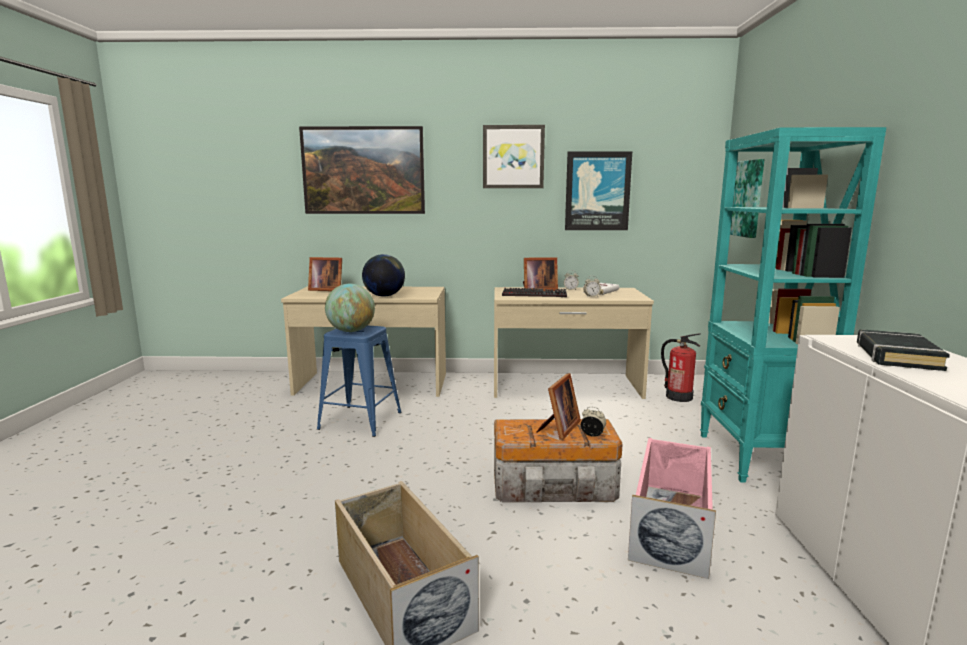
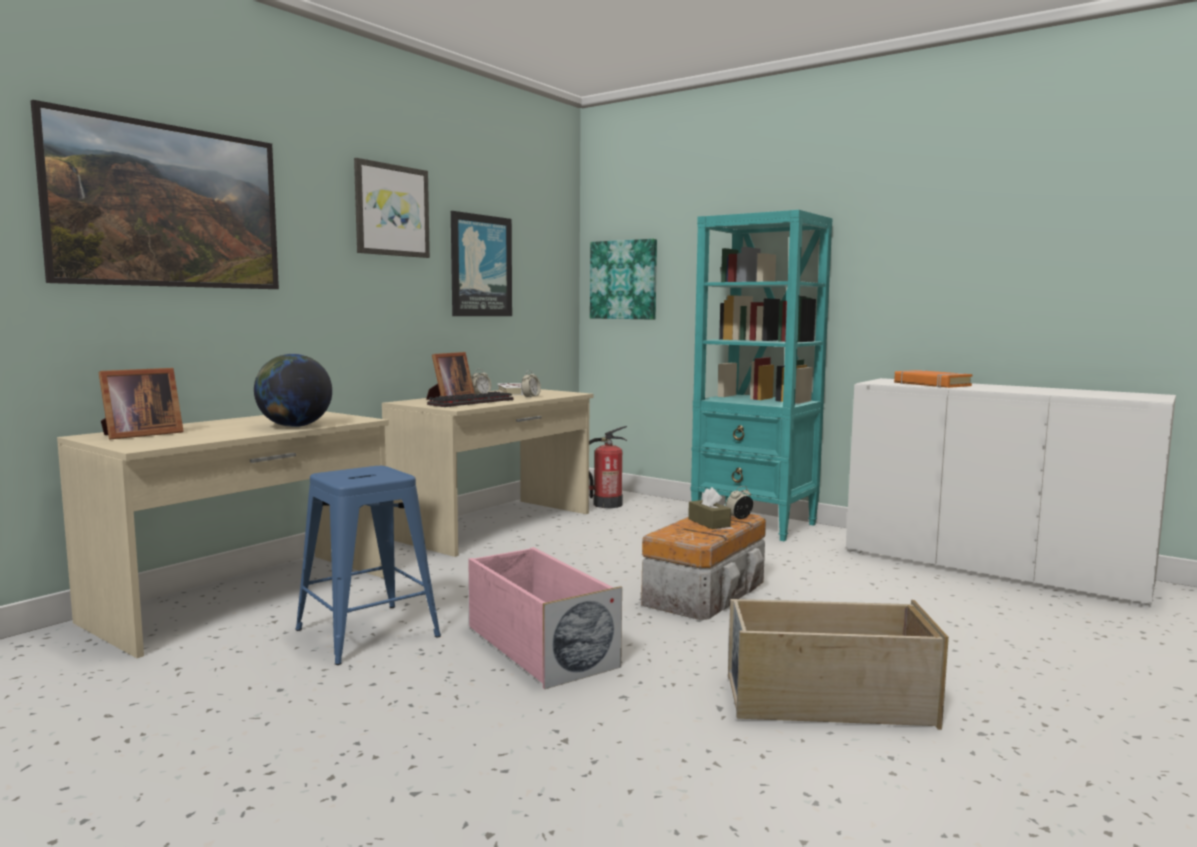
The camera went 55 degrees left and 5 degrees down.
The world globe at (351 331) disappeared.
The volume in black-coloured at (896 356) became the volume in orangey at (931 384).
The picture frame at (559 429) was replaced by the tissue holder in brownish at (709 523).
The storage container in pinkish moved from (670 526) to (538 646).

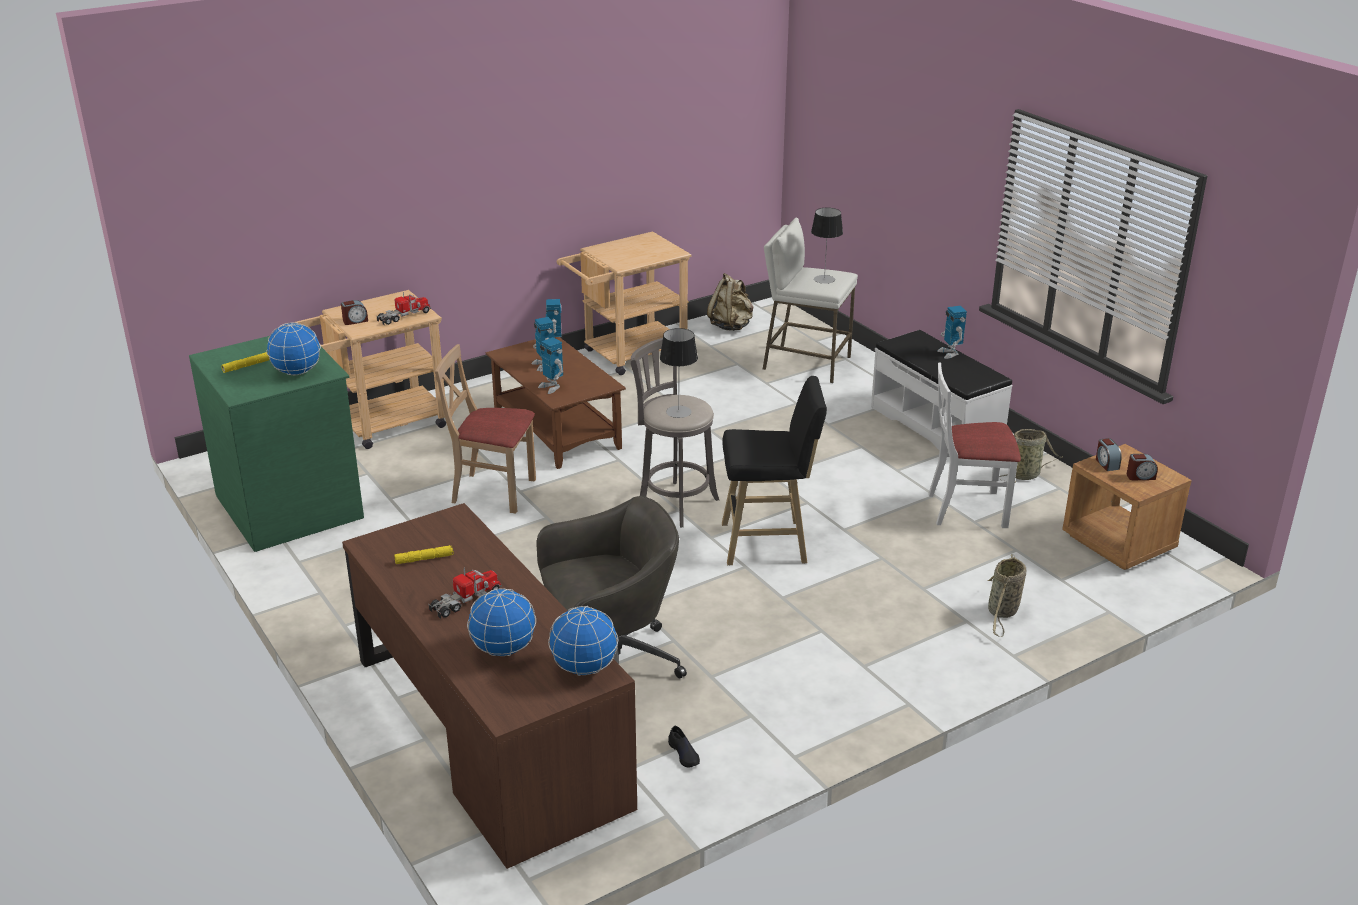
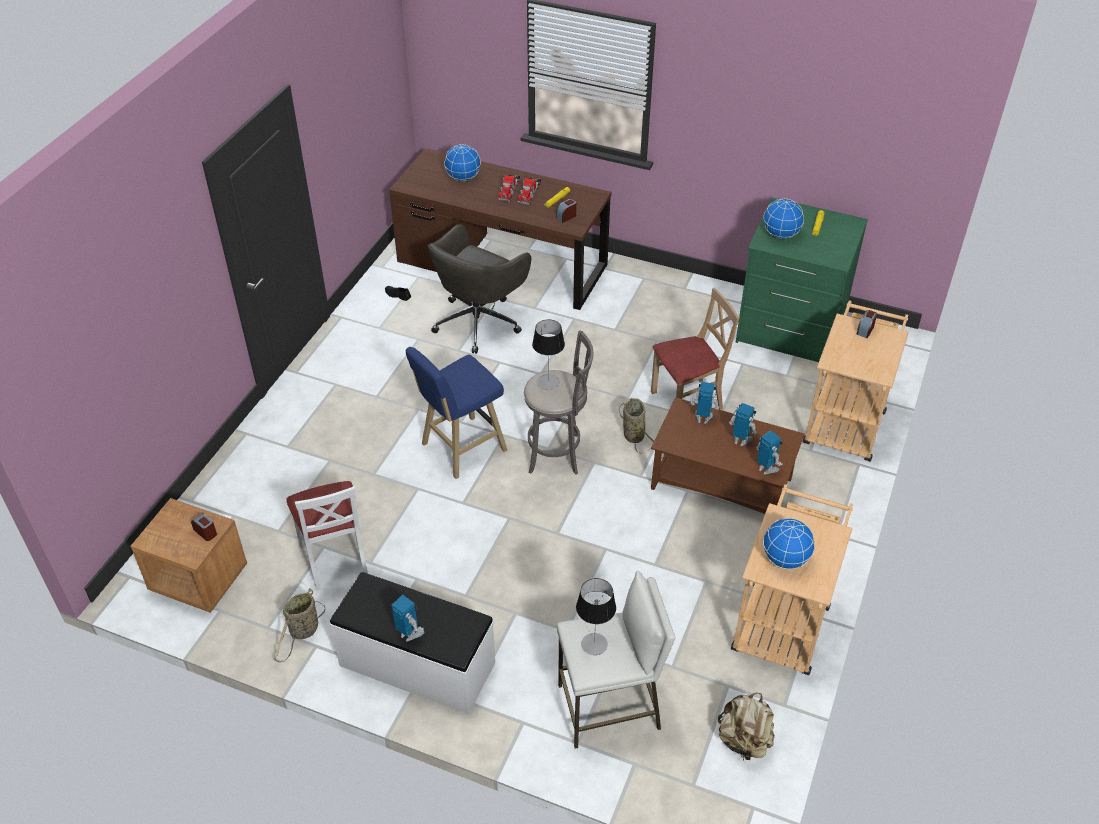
The camera went 145 degrees right and 15 degrees up.
The model truck moved from (404 316) to (529 193).
The plain chair in white at (967 509) turned 105 degrees clockwise.
The sitting stool in black-coloured at (769 543) became the sitting stool in blue at (460 449).
The bedside clock moved from (1140 476) to (566 217).
The basket moved from (1002 612) to (633 434).
The world globe moved from (584 668) to (785 559).

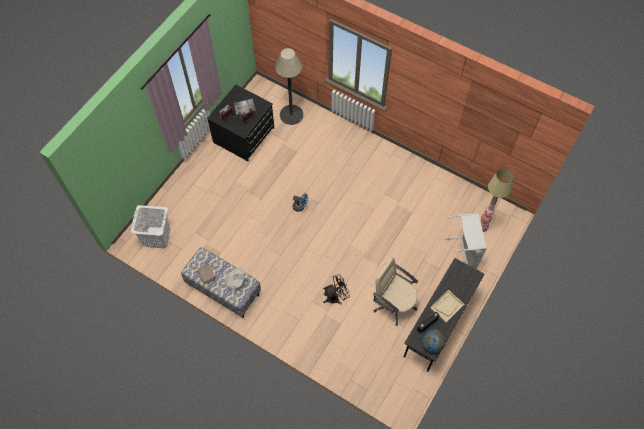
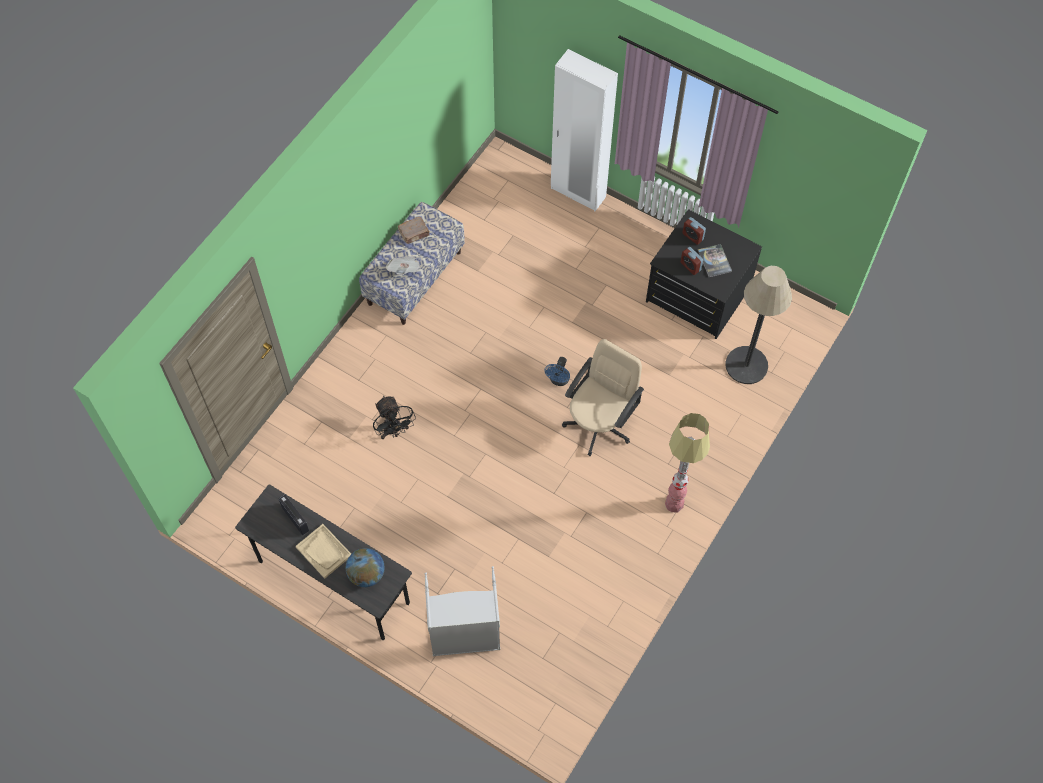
The camera went 90 degrees right and 0 degrees up.
The standing lamp moved from (482 227) to (674 504).
The hamper in white at (157 237) disappeared.
The desk chair in beige moved from (394 303) to (599 424).
The world globe moved from (431 344) to (366 574).
The armoire in white at (578 193) appeared.

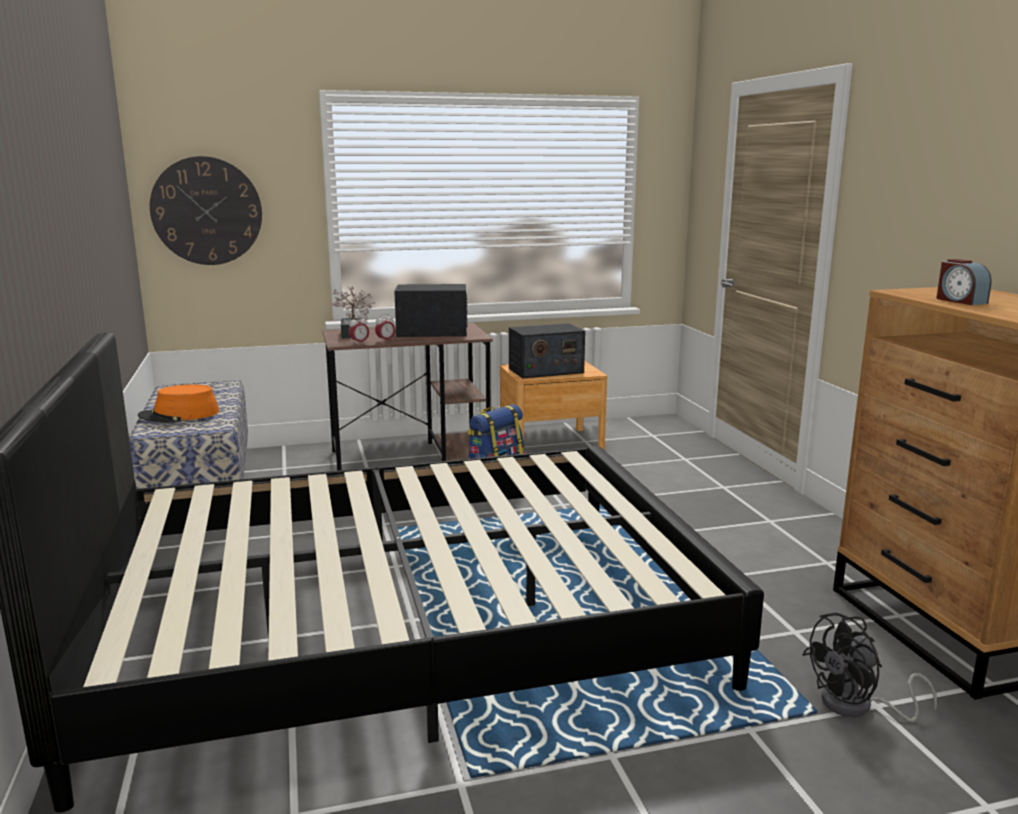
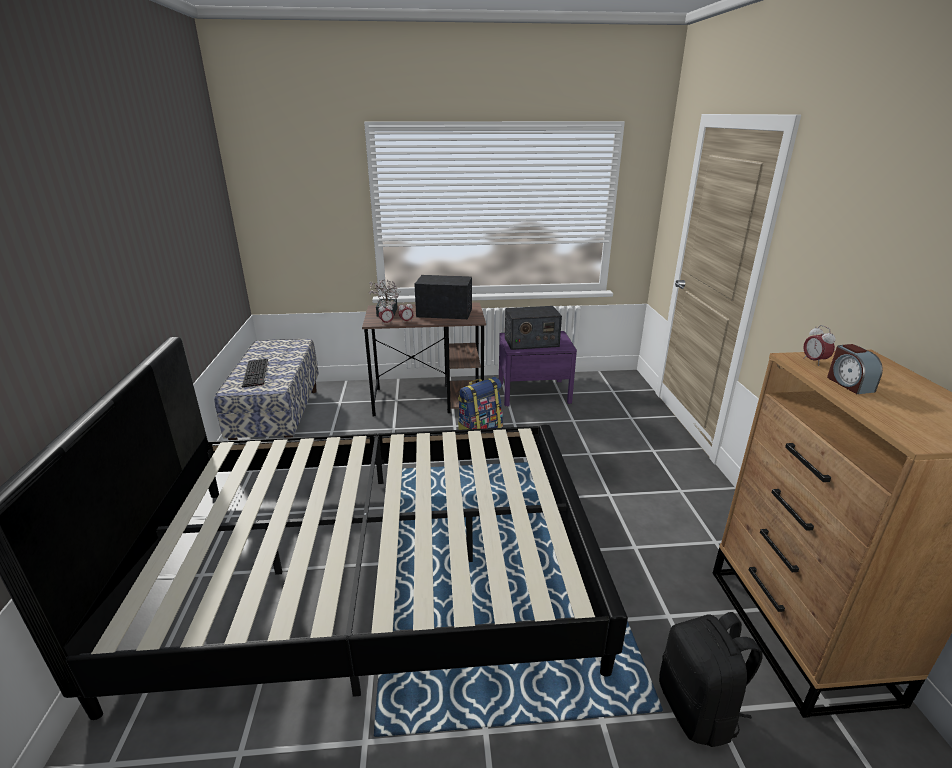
The camera went 10 degrees right and 10 degrees up.
The wall clock at (207 211) disappeared.
The night table in brownish at (551 442) became the night table in purple-coloured at (534 392).
The wearable hat in orangey at (179 415) was replaced by the PC keyboard at (256 373).
The fan in black-coloured at (857 707) was replaced by the knapsack in black-coloured at (698 709).
The bedside clock at (814 361) appeared.

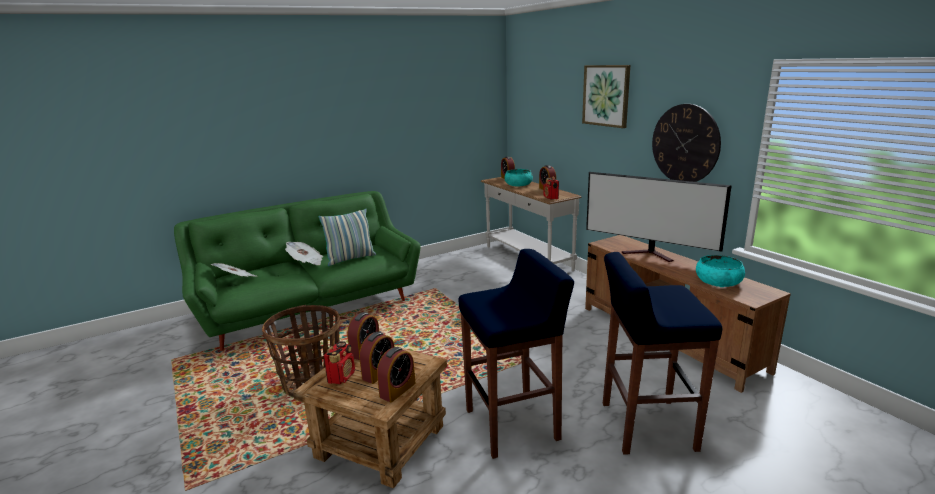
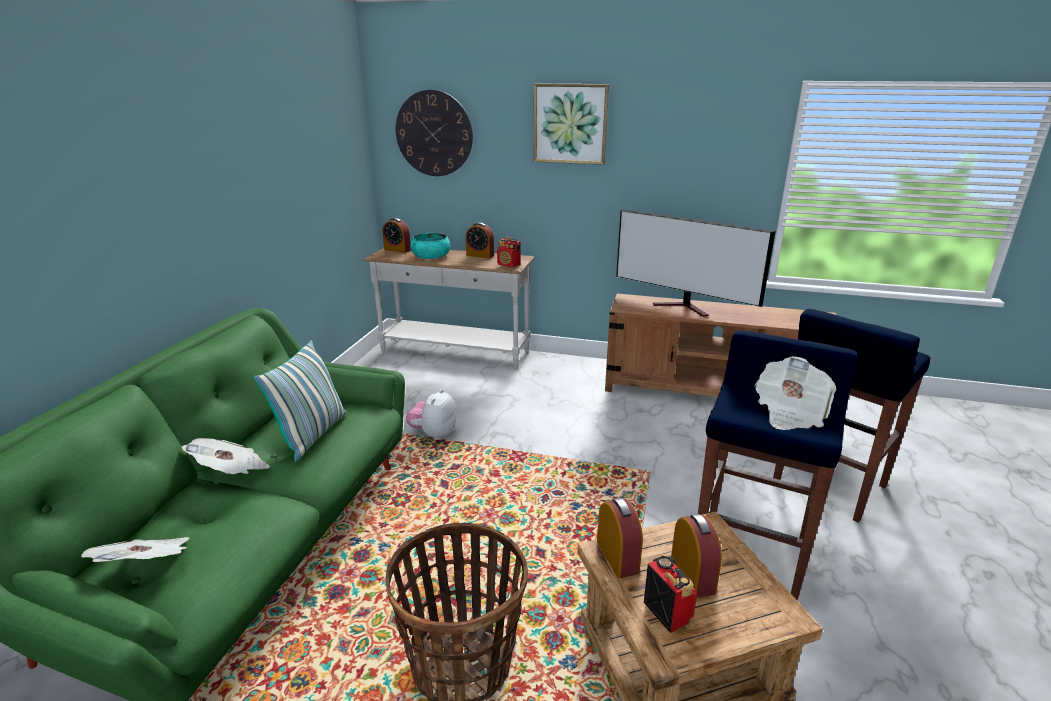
The camera went 45 degrees left and 5 degrees up.
The wall clock moved from (685 144) to (434 133).
The TV at (650 254) turned 45 degrees clockwise.
The deep dish in blue-green at (718 281) disappeared.
The bedside clock at (397 390) disappeared.
The daily paper at (789 412) appeared.
The cuddly toy at (433 434) appeared.

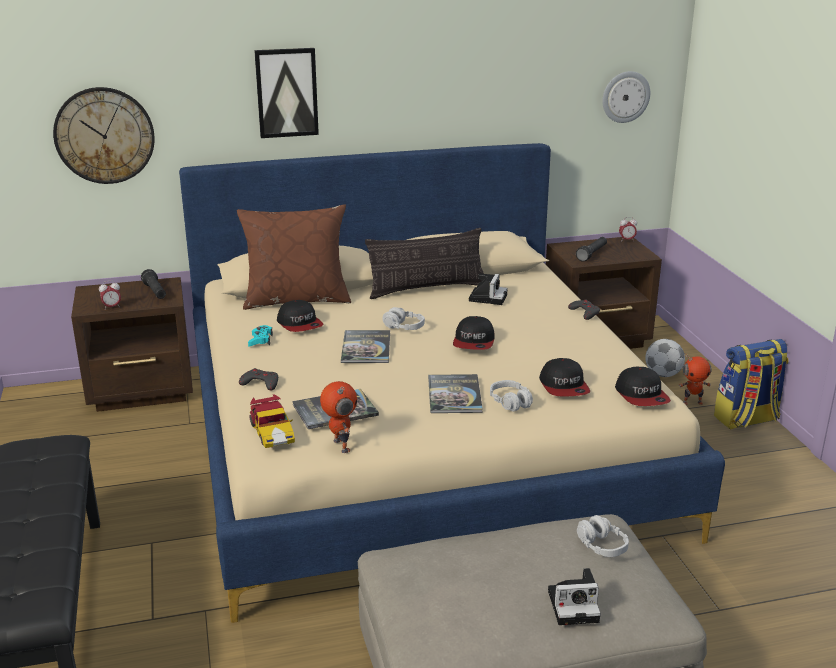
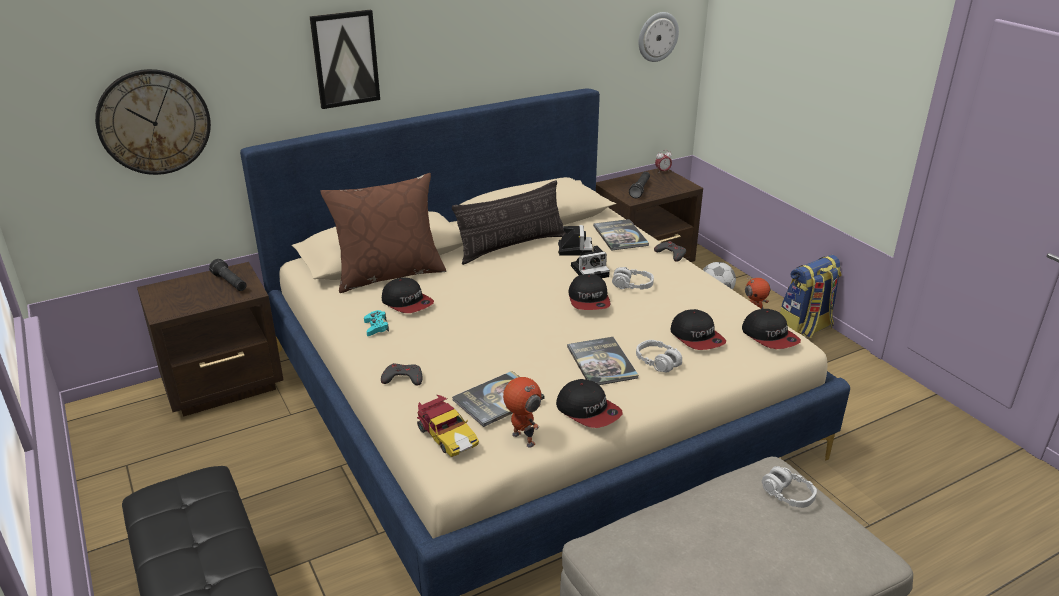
The camera went 15 degrees left and 5 degrees up.
The bedside clock at (112 307) disappeared.
The headphones in grey moved from (404 327) to (632 285).
The volume moved from (366 348) to (620 236).
The photo camera moved from (575 605) to (591 271).
The peaked cap at (588 411) appeared.

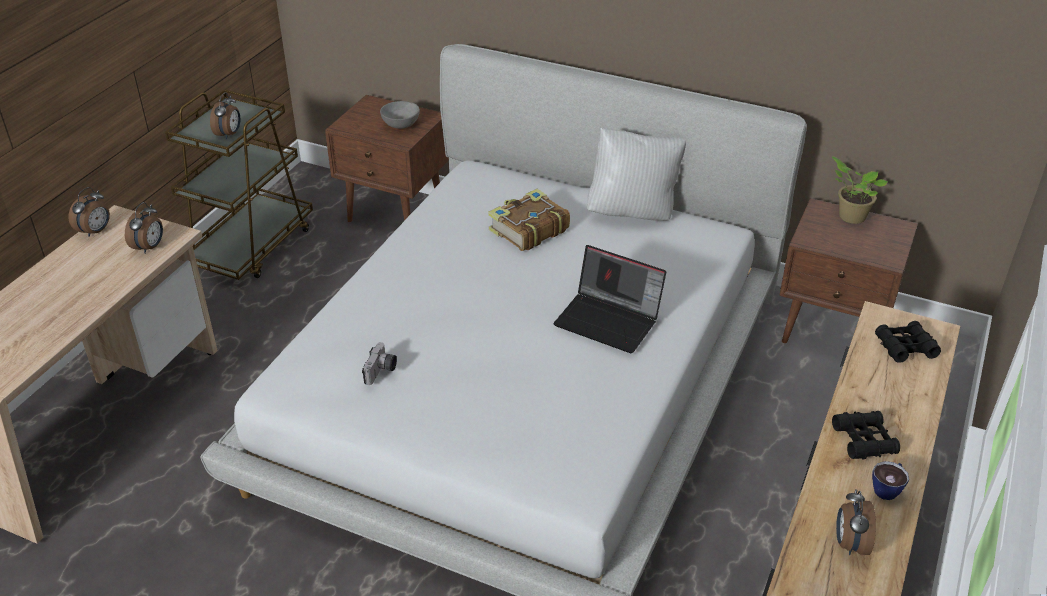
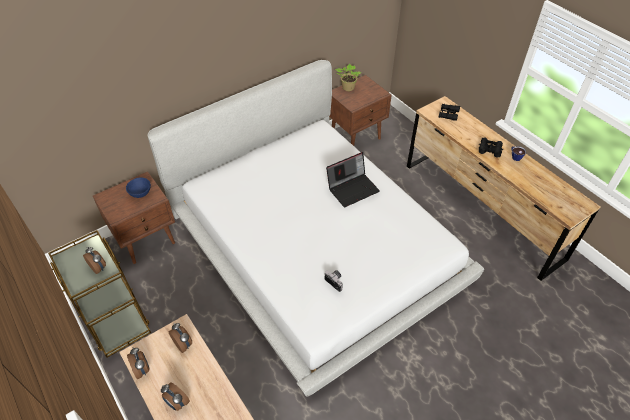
The camera went 60 degrees left and 10 degrees up.
The deep dish in grey at (400 125) became the deep dish in blue at (140 193).
The throw pillow in white at (633 212) disappeared.
The volume at (528 230) disappeared.
The bedside clock moved from (849 543) to (177 403).

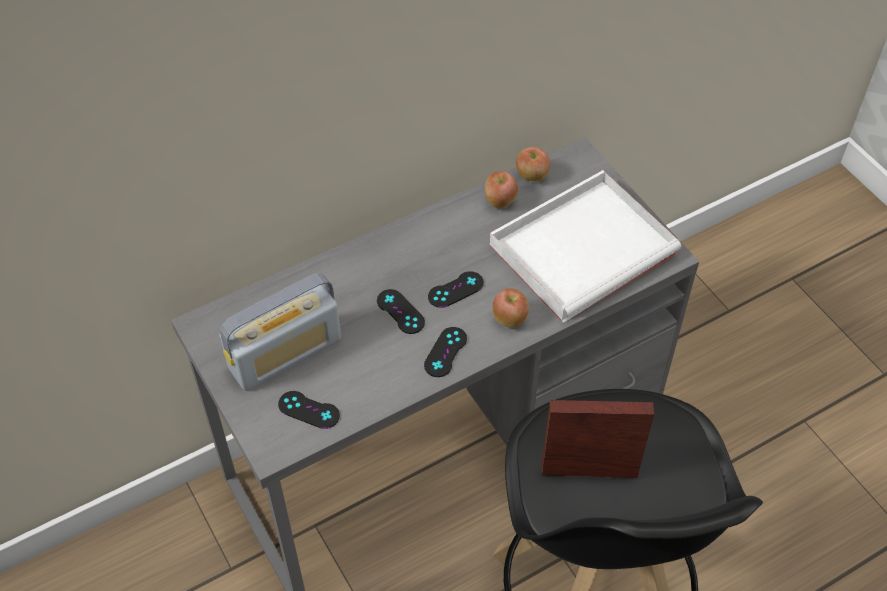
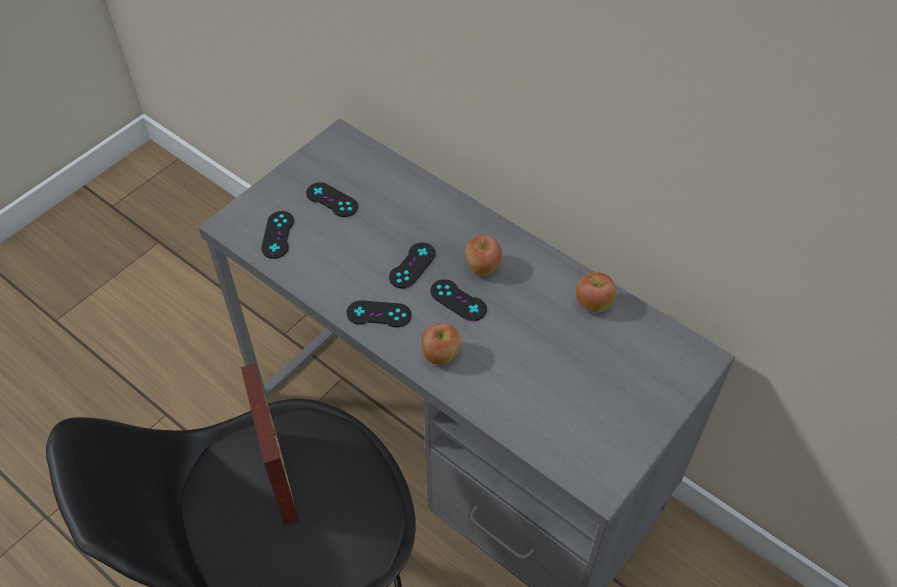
The camera went 70 degrees right and 0 degrees up.
The apple fruit moved from (532 176) to (482 267).
The serving tray in white at (584 247) disappeared.
The radio set at (285 353) was replaced by the game controller in black-coloured at (332 200).

